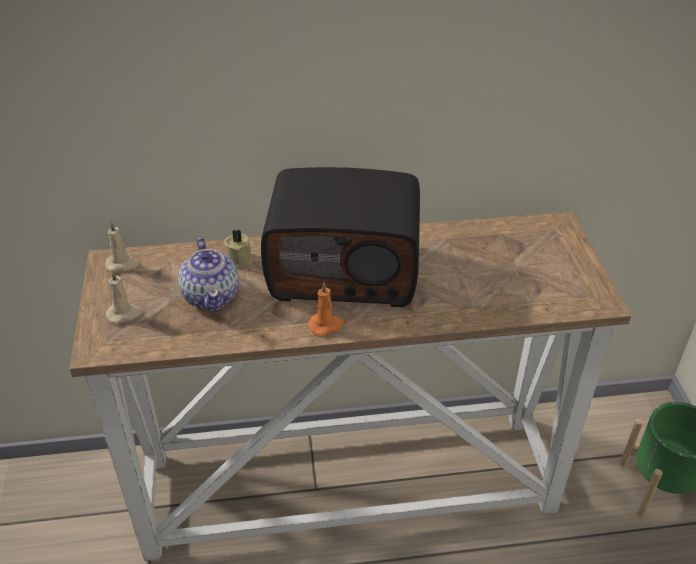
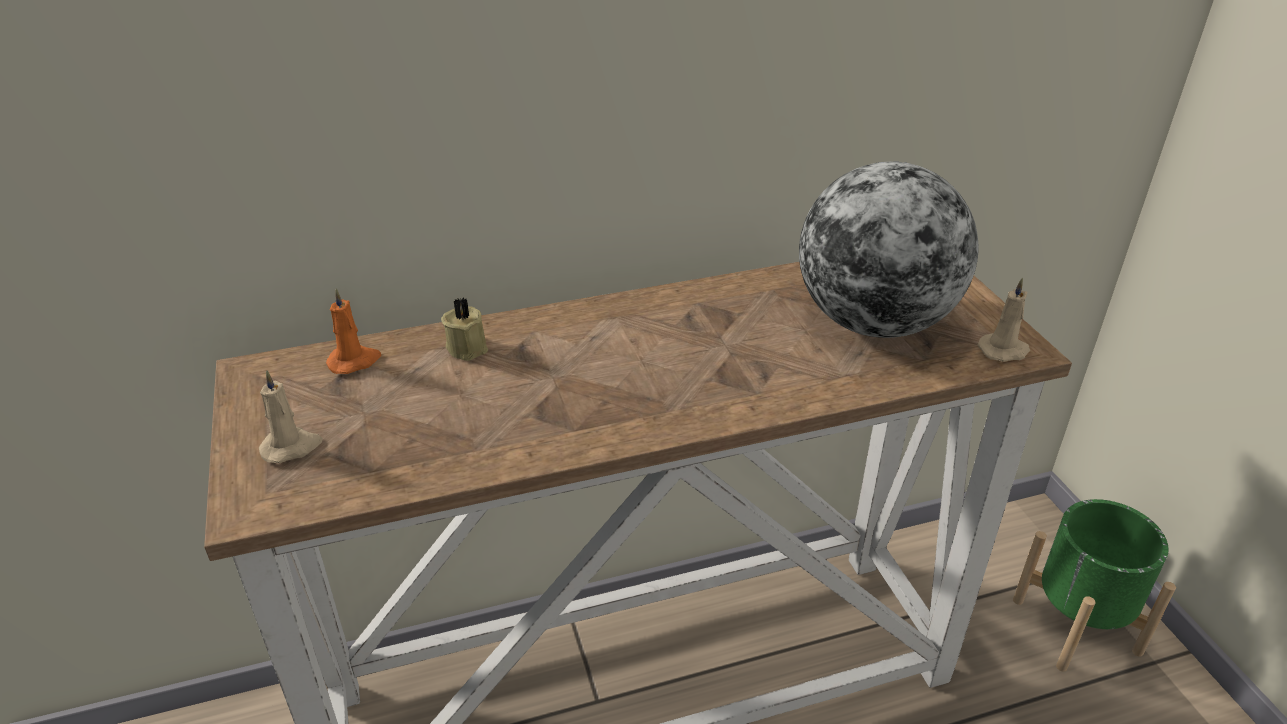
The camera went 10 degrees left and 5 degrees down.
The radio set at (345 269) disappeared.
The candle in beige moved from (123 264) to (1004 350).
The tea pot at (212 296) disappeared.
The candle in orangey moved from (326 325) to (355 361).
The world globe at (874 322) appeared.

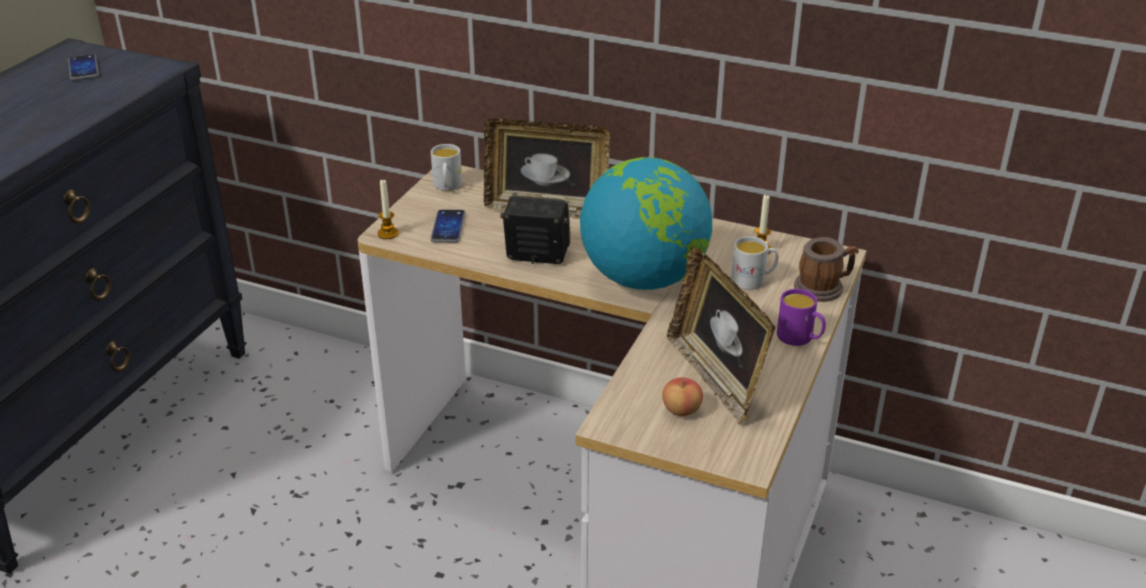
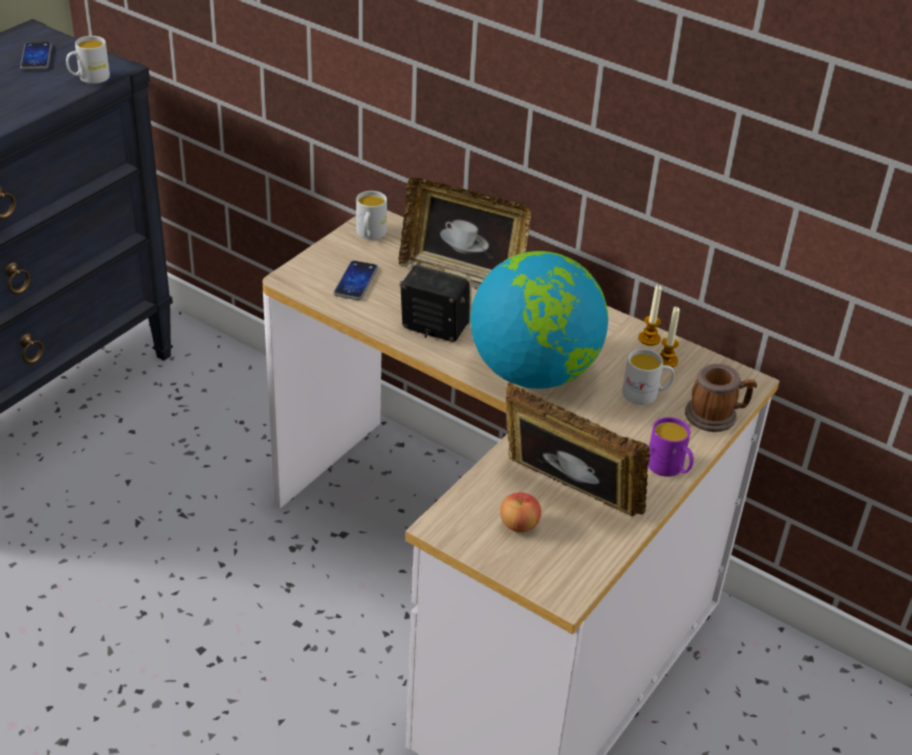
The camera went 10 degrees right and 5 degrees up.
The candle moved from (388 233) to (649 339).
The picture frame at (716 377) turned 135 degrees clockwise.
The coffee mug in white at (89 78) appeared.

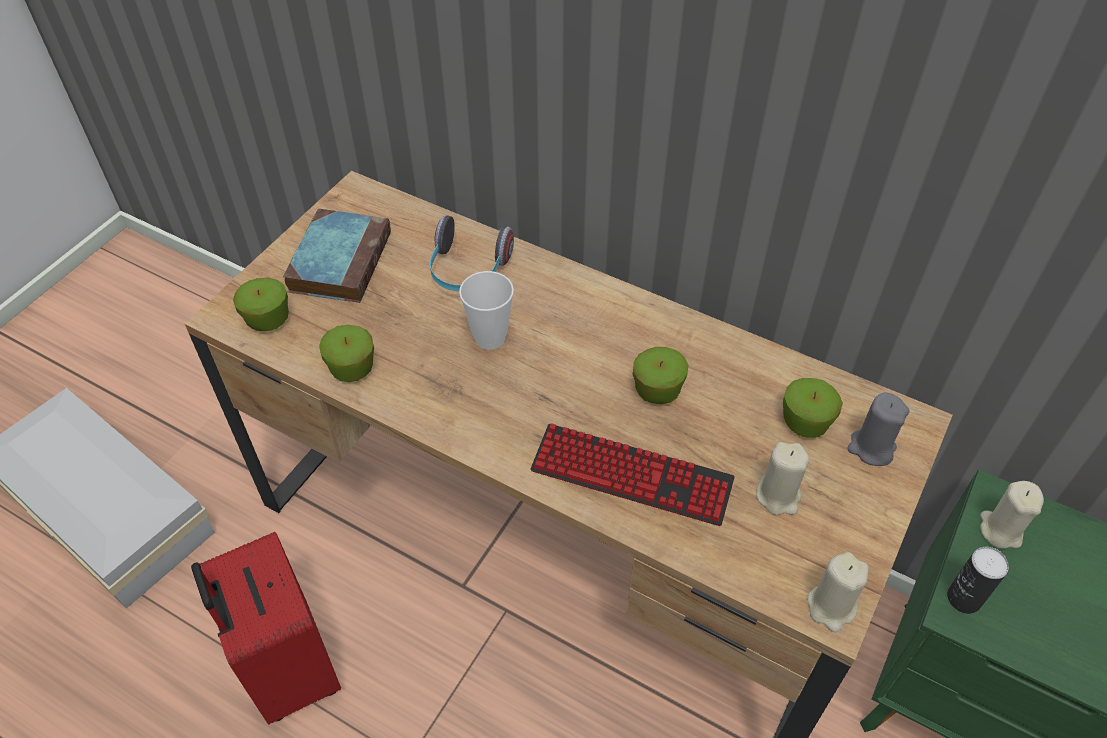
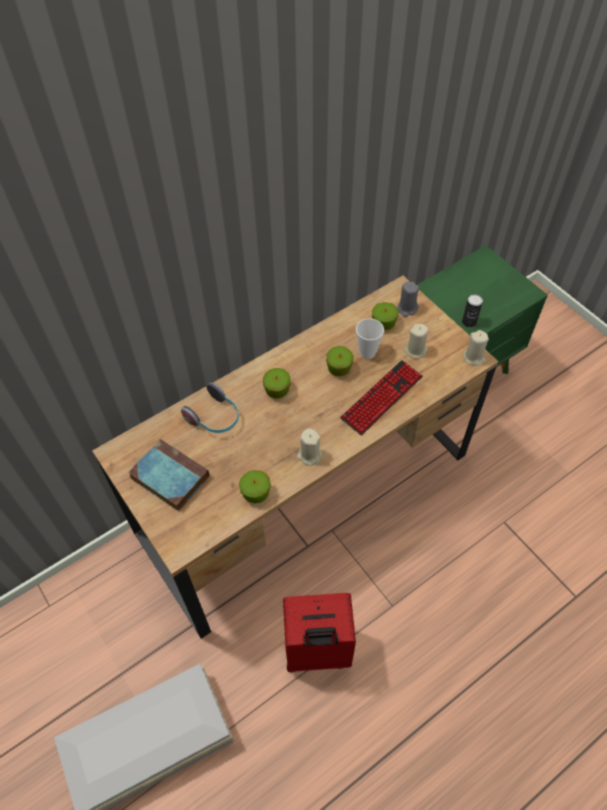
The camera went 65 degrees left and 5 degrees up.
The cup moved from (490 338) to (367 352).
The apple fruit moved from (268 320) to (277 391).
The candle in beige moved from (1000 530) to (309 455).

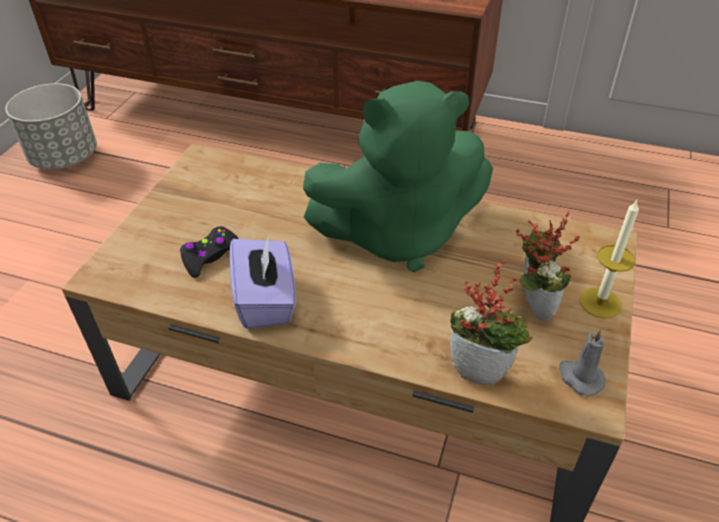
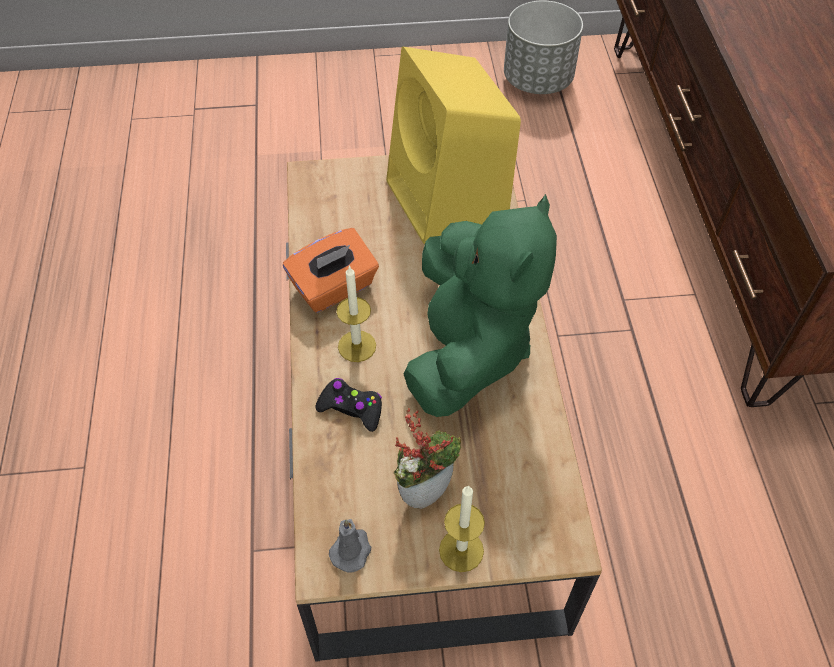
The camera went 65 degrees right and 10 degrees up.
The cuddly toy in green-coloured at (398 234) turned 135 degrees counterclockwise.
The game controller in black-coloured moved from (211 257) to (351 408).
The tissue holder in purple-coloured at (266 300) became the tissue holder in orangey at (334 288).
The potted plant at (482 370) disappeared.
The loudspeaker in yellow at (449 200) appeared.
The candle at (357 346) appeared.

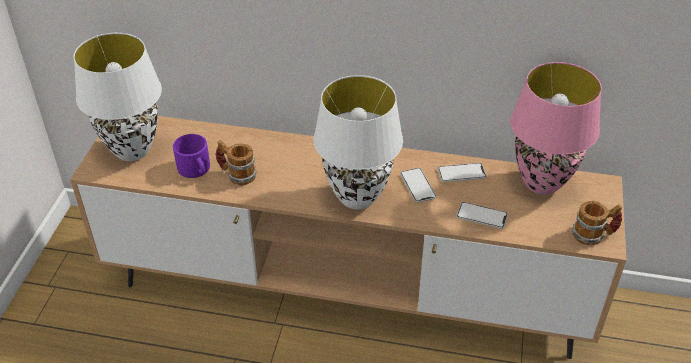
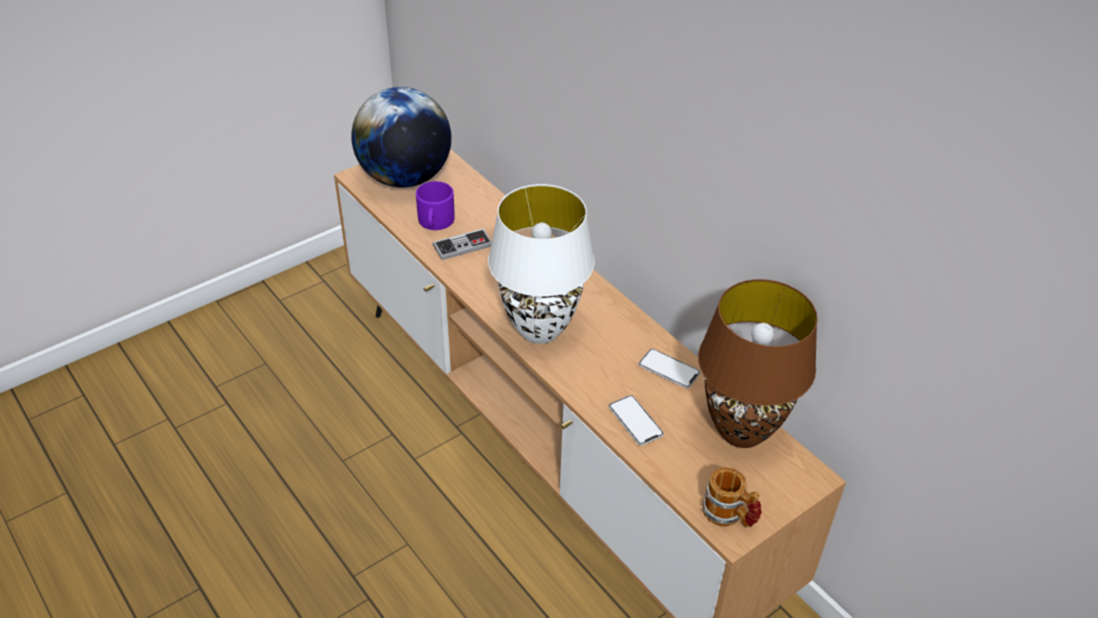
The camera went 40 degrees right and 0 degrees up.
The lamp for a table in white at (133 151) was replaced by the world globe at (405 178).
The lamp for a table in pinkish at (542 183) became the lamp for a table in brownish at (742 431).
The coffee mug at (237 174) was replaced by the game controller at (463 246).
The telephone at (417 186) disappeared.

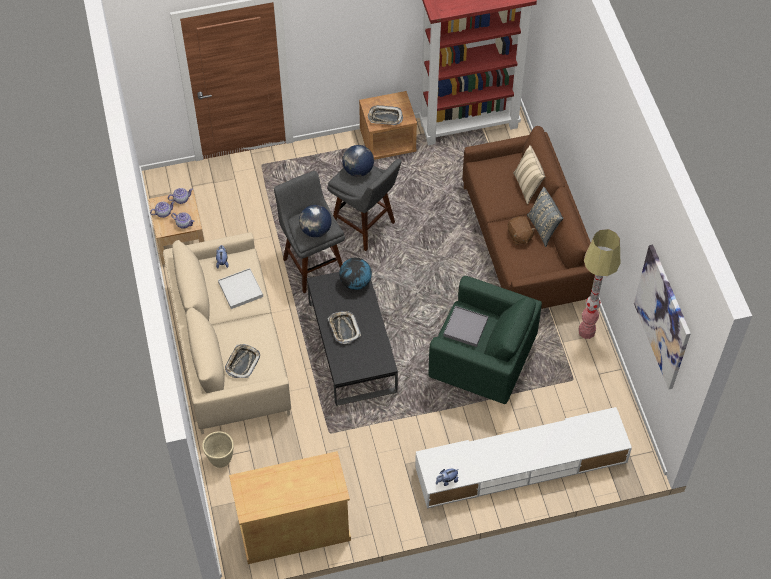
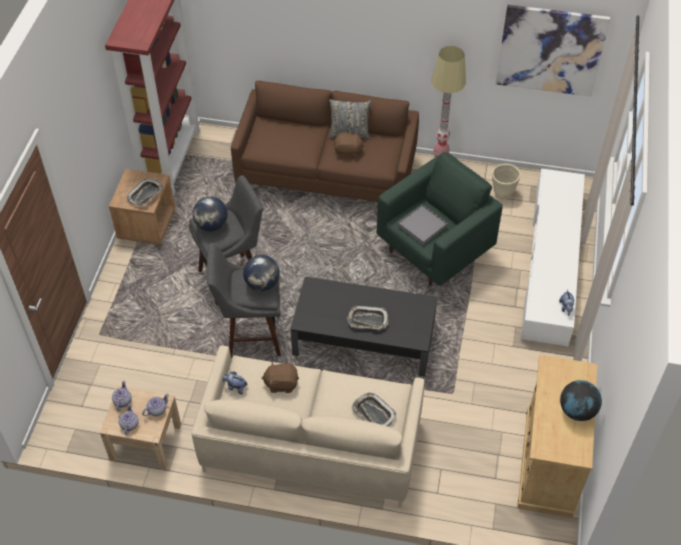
The camera went 65 degrees left and 5 degrees down.
The throw pillow in beige at (527 186) disappeared.
The world globe moved from (355 283) to (577 411).
The serving tray in white at (240 290) was replaced by the cuddly toy in brownish at (281 383).
The plant pot in beige moved from (220 459) to (502 194).

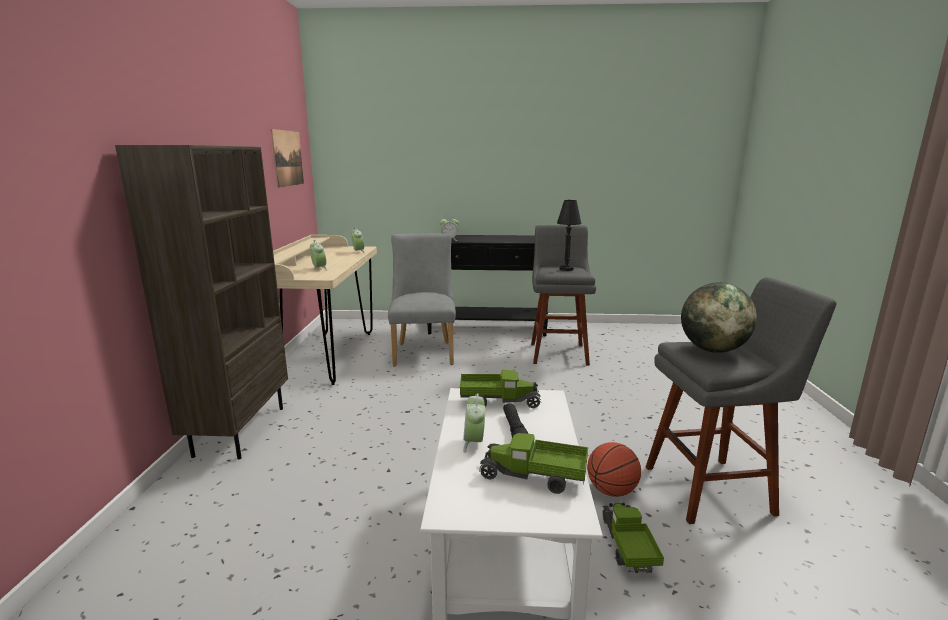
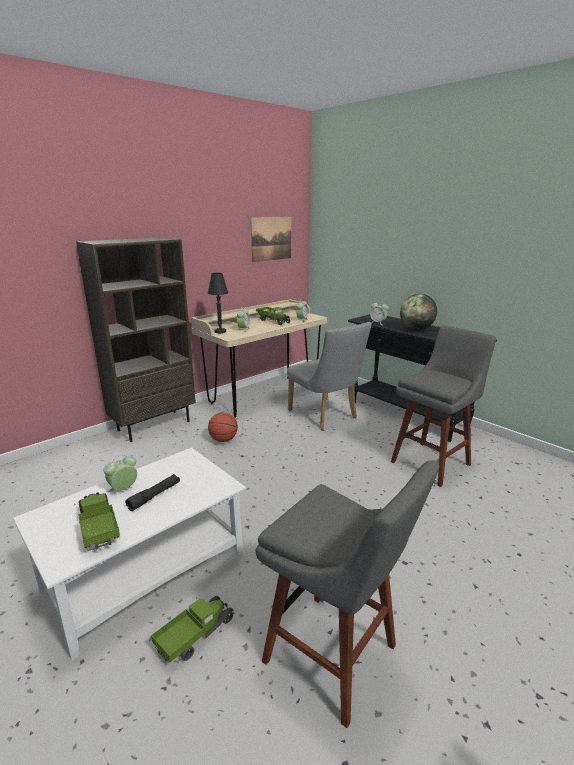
The camera went 45 degrees right and 5 degrees up.
The lamp for a table in black-coloured moved from (566 269) to (220 331).
The plain chair in grey at (424 351) turned 105 degrees clockwise.
The world globe moved from (712 350) to (416 330).
The model truck moved from (498 401) to (273 321).
The ball for basketball moved from (611 491) to (223 440).

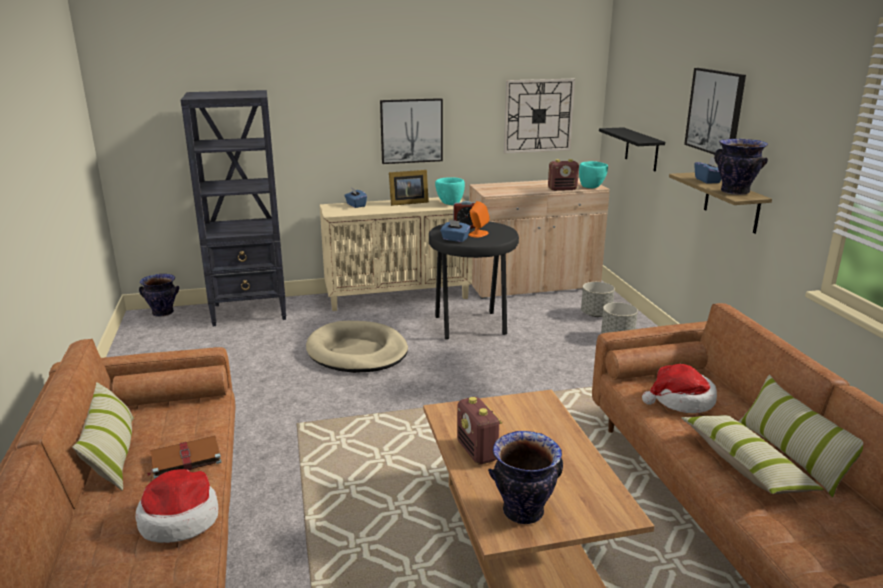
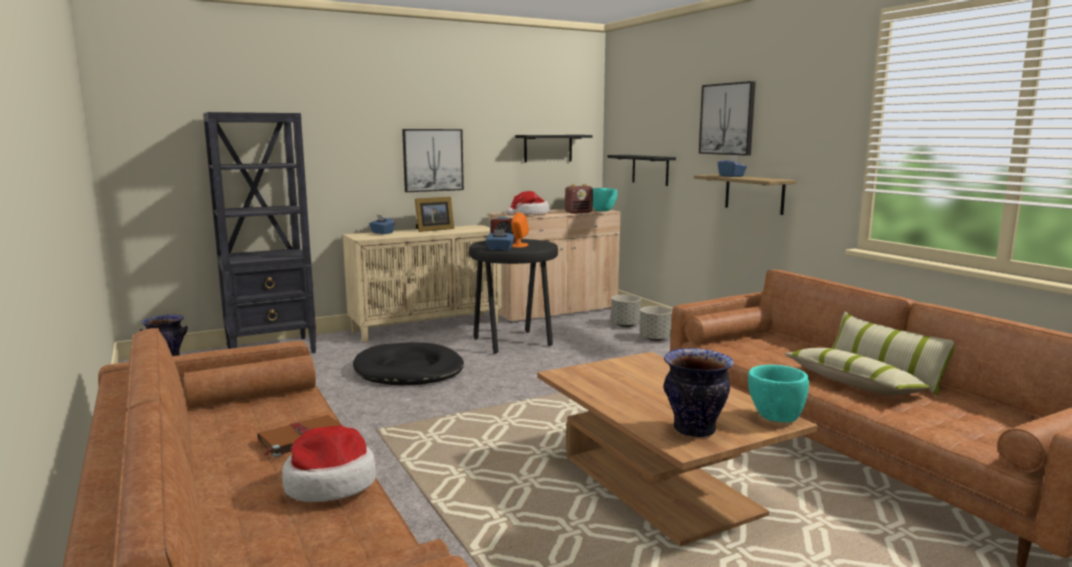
The camera went 15 degrees left and 10 degrees down.
The wall clock at (538 116) was replaced by the shelf in black-coloured at (548 148).
The flower vase at (734 192) disappeared.
The deep dish in blue-green moved from (449 203) to (775 418).
The dog bed in beige at (357 352) became the dog bed in black-coloured at (409 370).
The wearable hat moved from (681 401) to (529 214).
The throw pillow at (112 454) disappeared.
The radio set at (477 452) disappeared.

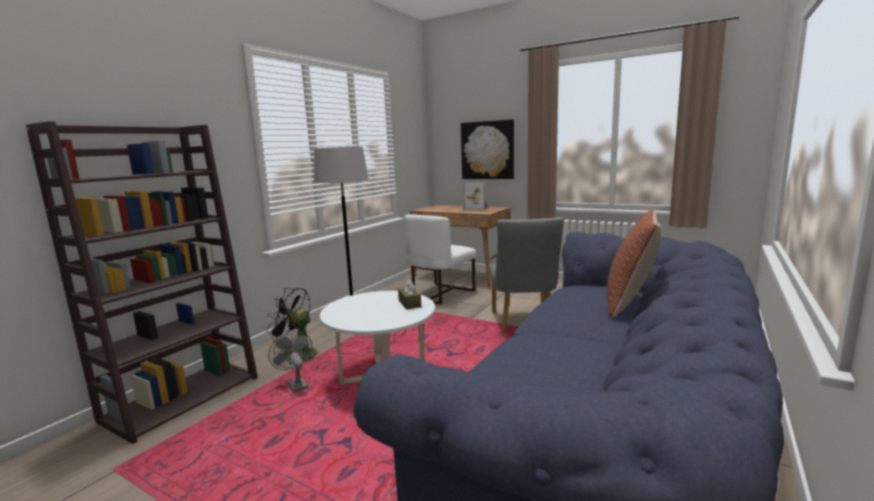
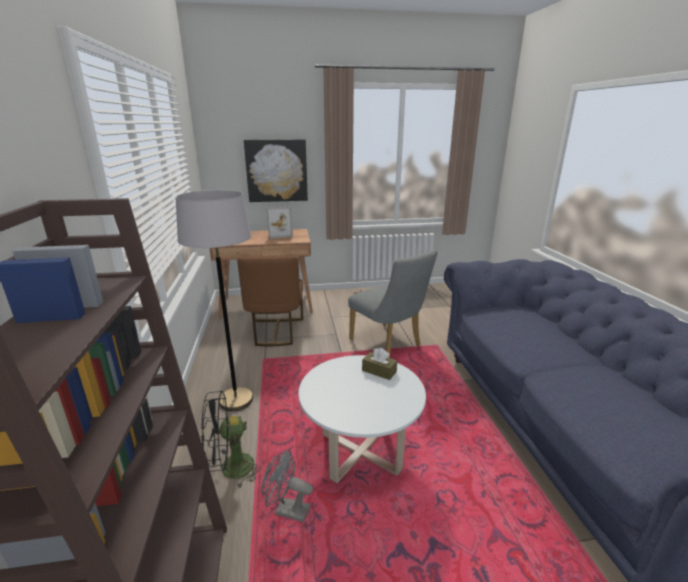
The camera went 40 degrees left and 10 degrees up.
The throw pillow at (630 303) disappeared.
The plain chair in white at (440 294) became the plain chair in brownish at (276 332).

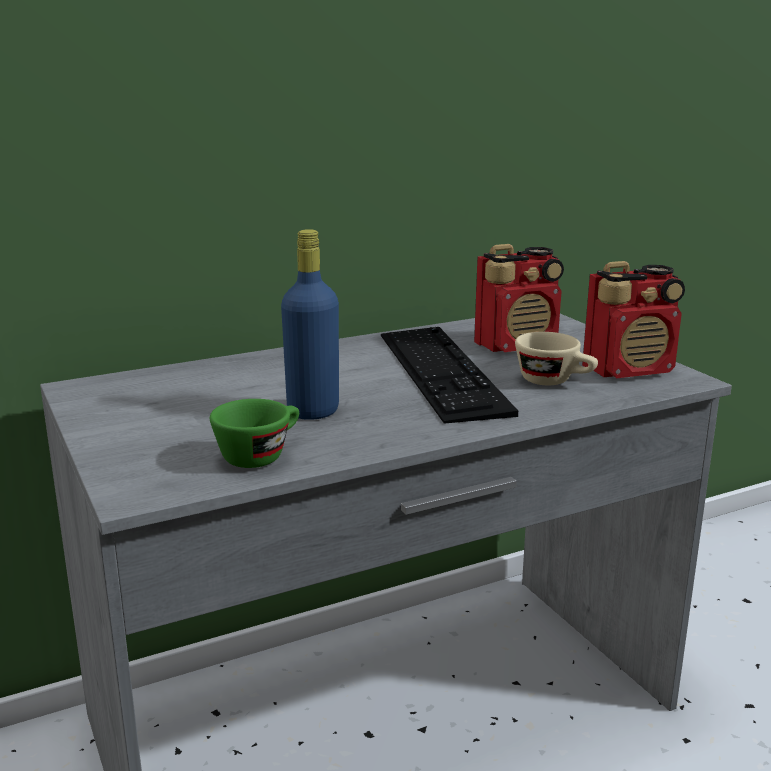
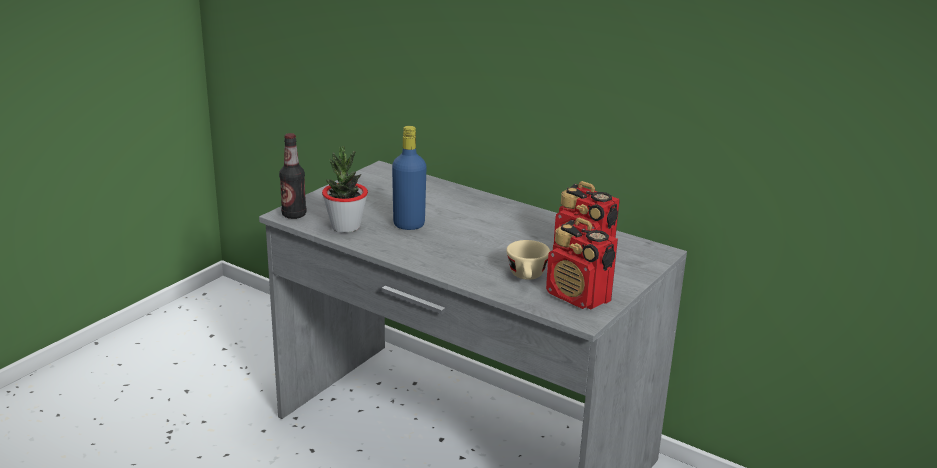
The camera went 60 degrees right and 5 degrees up.
The PC keyboard at (441 371) disappeared.
The cup in green-coloured at (260 455) was replaced by the potted plant at (345 227).
The bottle at (294 215) appeared.

